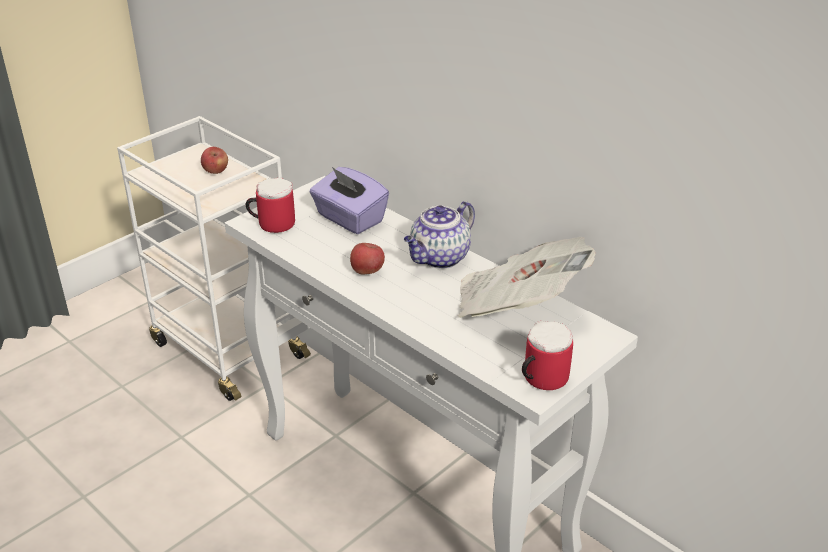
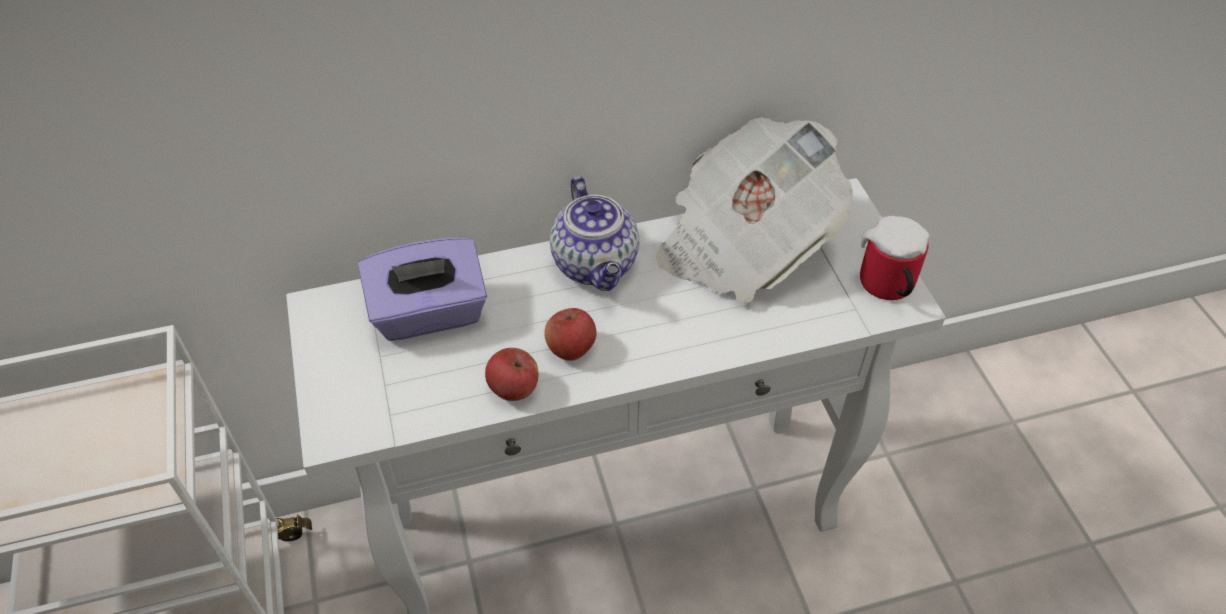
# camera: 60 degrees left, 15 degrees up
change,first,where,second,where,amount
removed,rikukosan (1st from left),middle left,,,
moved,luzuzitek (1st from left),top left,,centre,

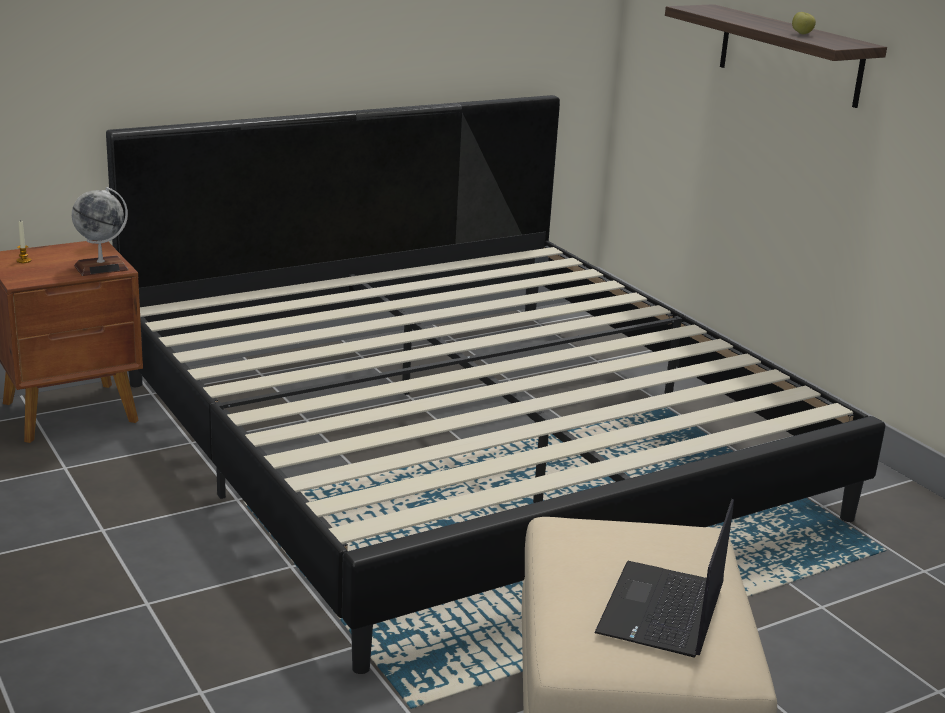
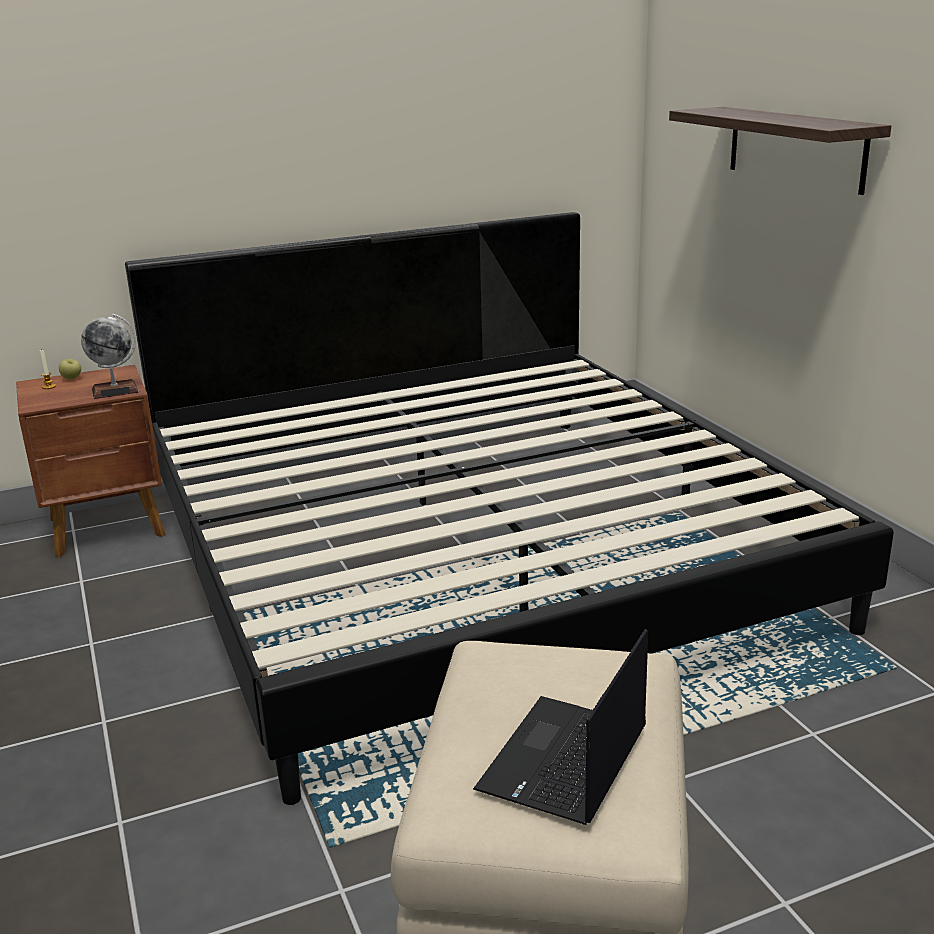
# camera: 10 degrees right, 0 degrees up
change,first,where,second,where,amount
moved,luzuzitek,top right,,middle left,

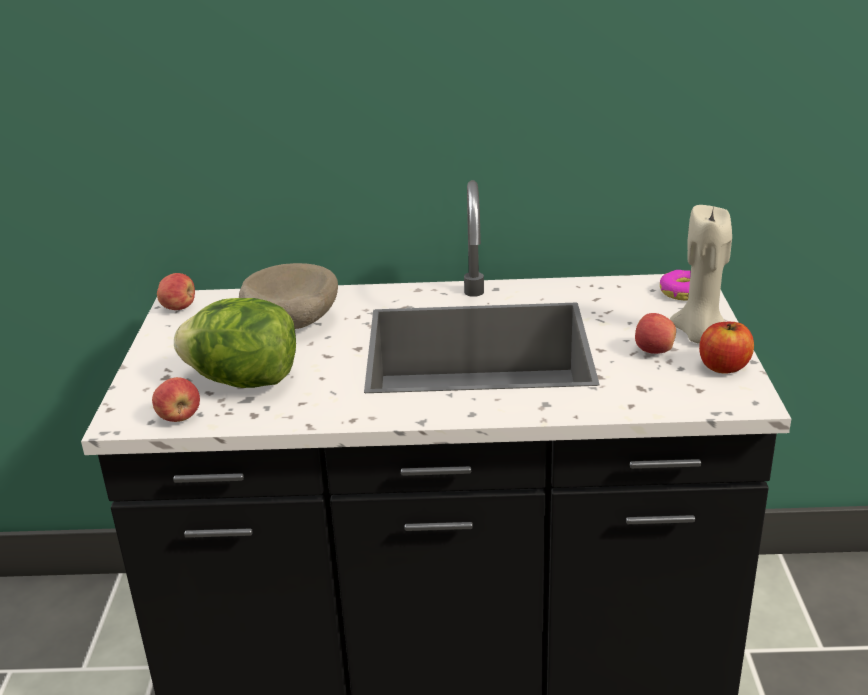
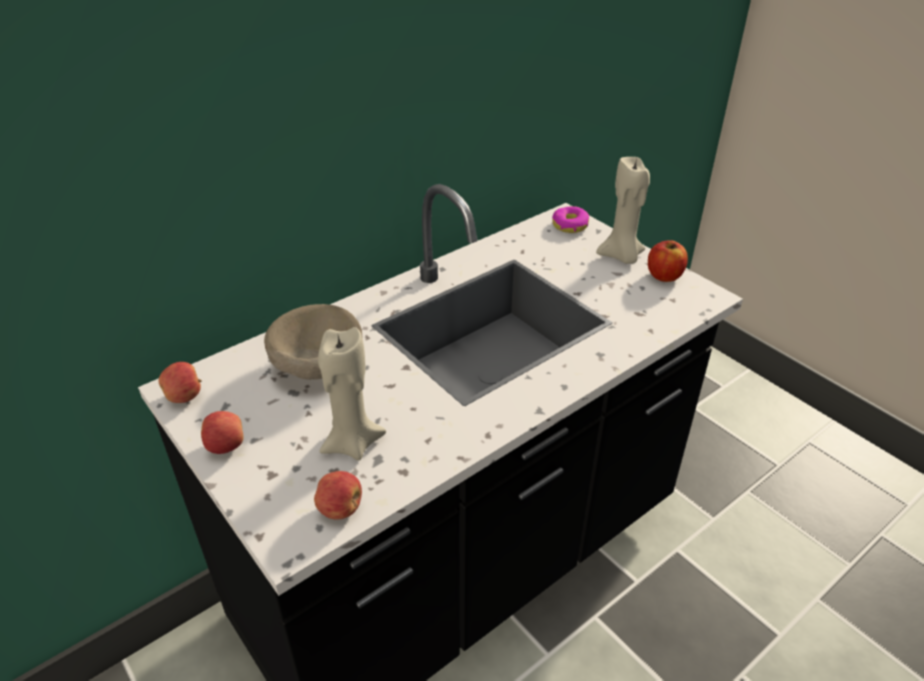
# camera: 40 degrees left, 10 degrees up
change,first,where,second,where,amount
moved,luzuzitek (3rd from left in the first image),middle right,luzuzitek (2nd from left),middle left,
replaced,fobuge,middle left,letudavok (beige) (1st from left),centre,

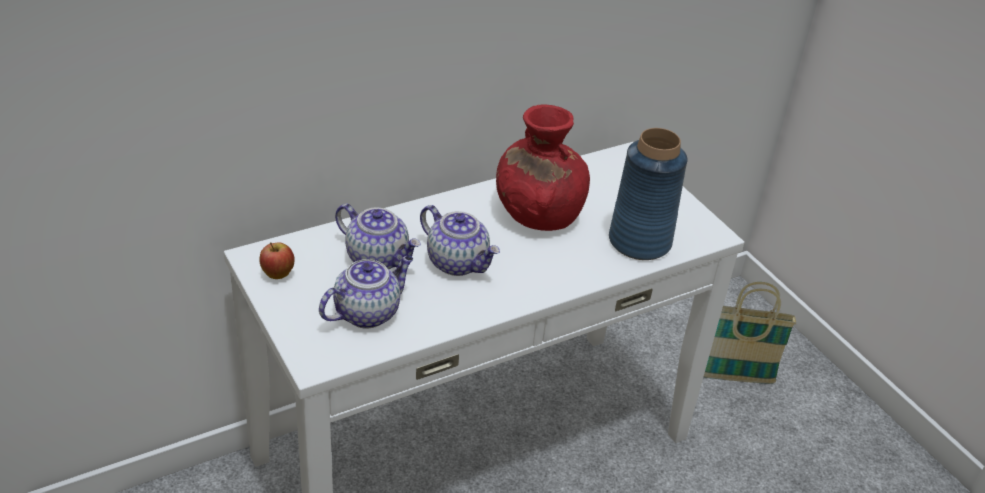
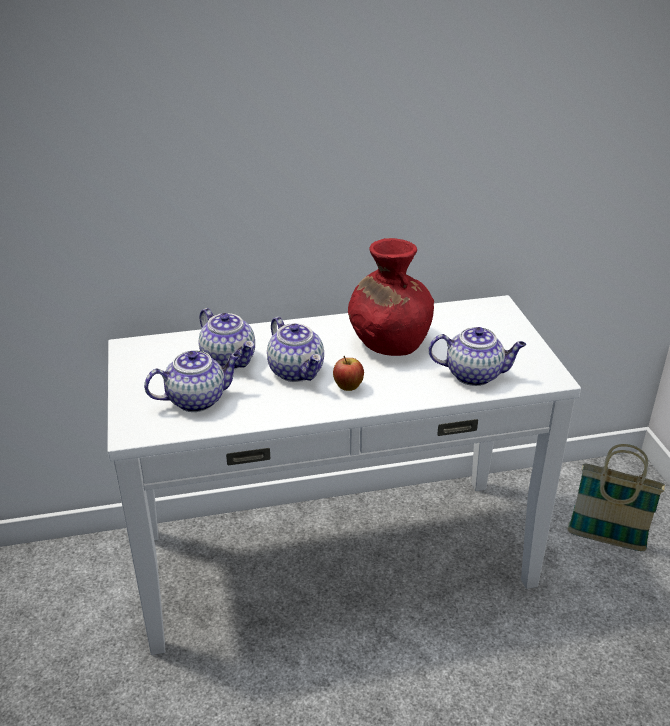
# camera: 20 degrees right, 5 degrees down
change,first,where,second,where,amount
moved,luzuzitek,middle left,,centre,
replaced,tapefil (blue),centre,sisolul (4th from left),middle right,

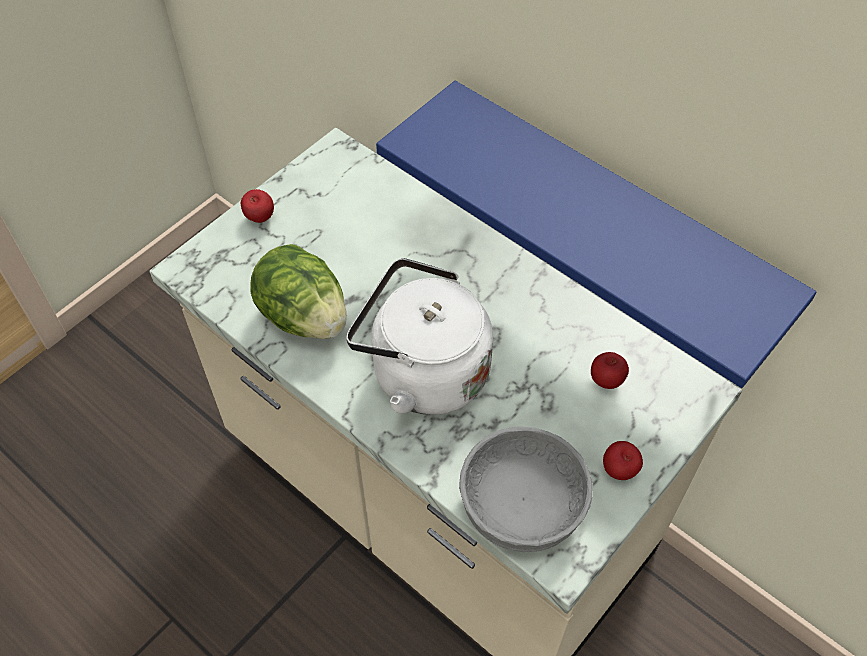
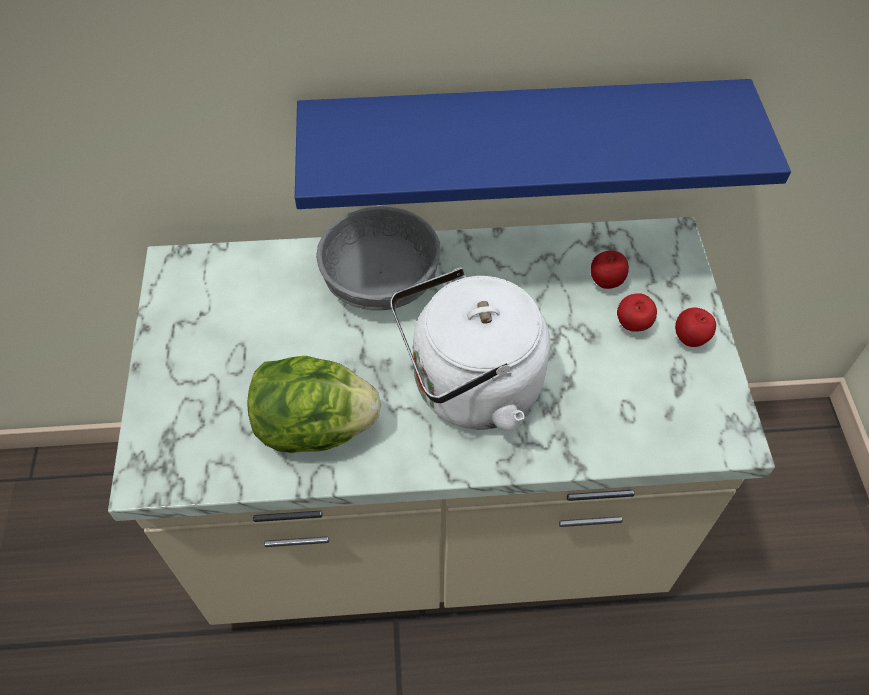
# camera: 45 degrees left, 0 degrees up
change,first,where,second,where,amount
moved,luzuzitek (1st from left in the first image),top left,luzuzitek (2nd from left),middle right,
moved,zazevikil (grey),bottom centre,,centre,

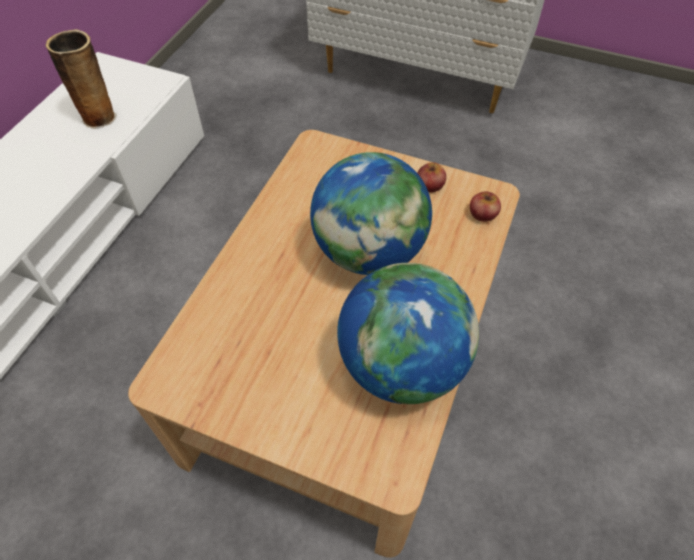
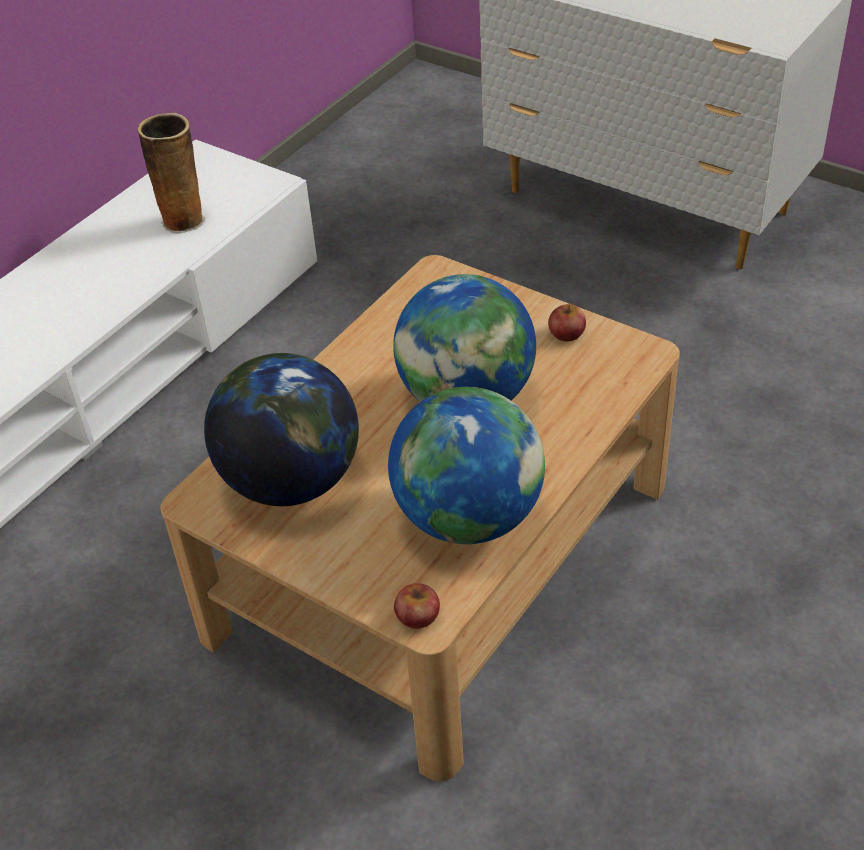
# camera: 15 degrees right, 10 degrees down
change,first,where,second,where,amount
added,,,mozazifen (1st from left),middle left,
moved,luzuzitek (2nd from left in the first image),middle right,luzuzitek (1st from left),bottom centre,

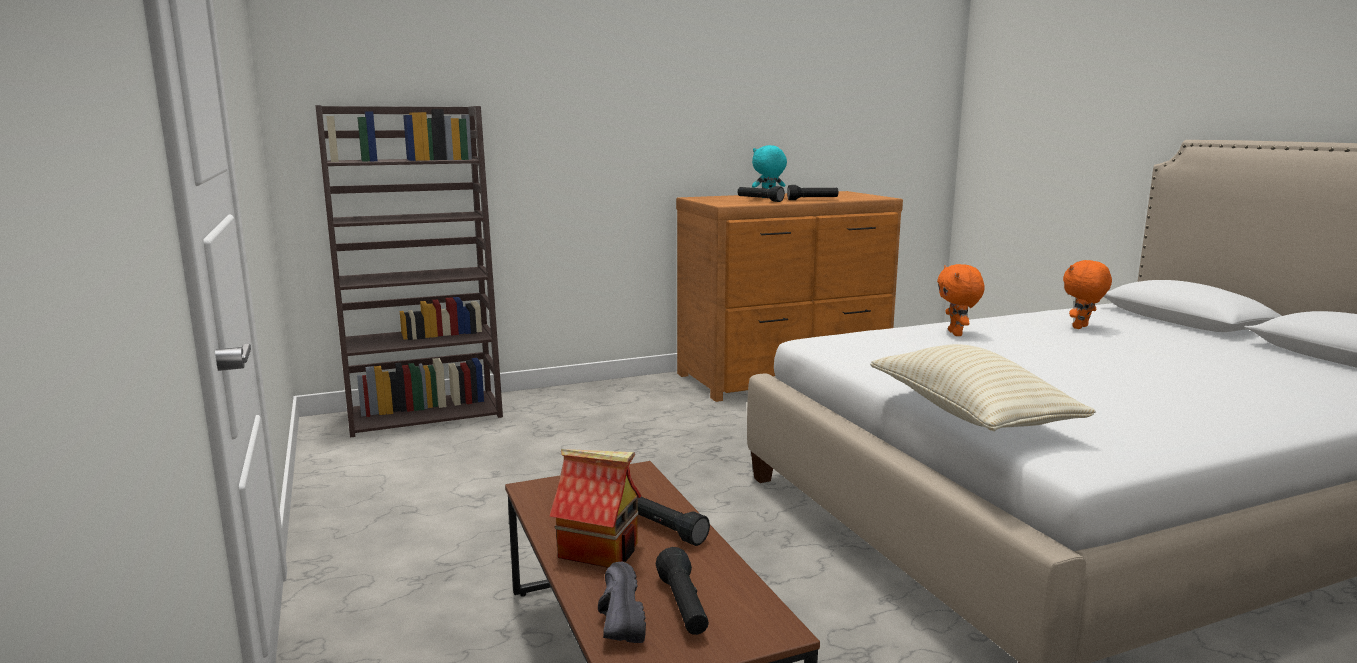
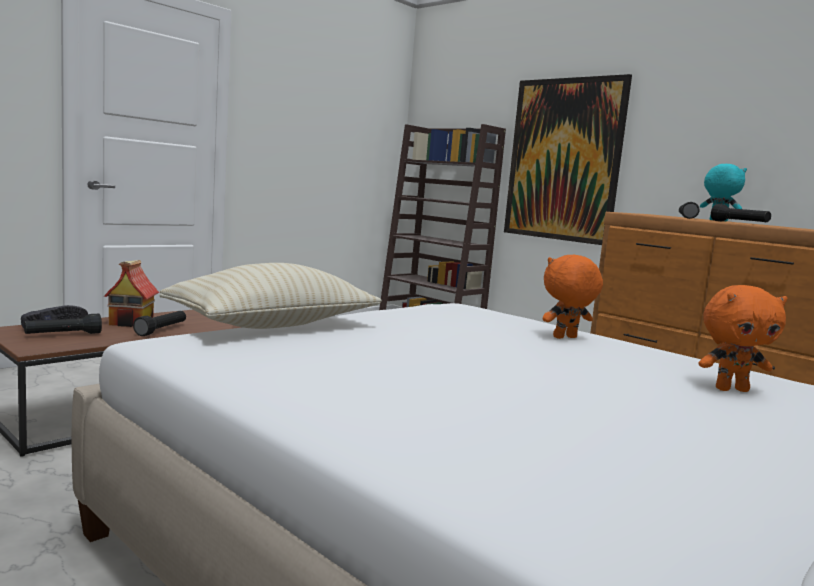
# camera: 65 degrees right, 5 degrees down
change,first,where,second,where,amount
added,,,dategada,top right,
turned,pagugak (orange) (2nd from left),middle right,,middle right,150 degrees clockwise

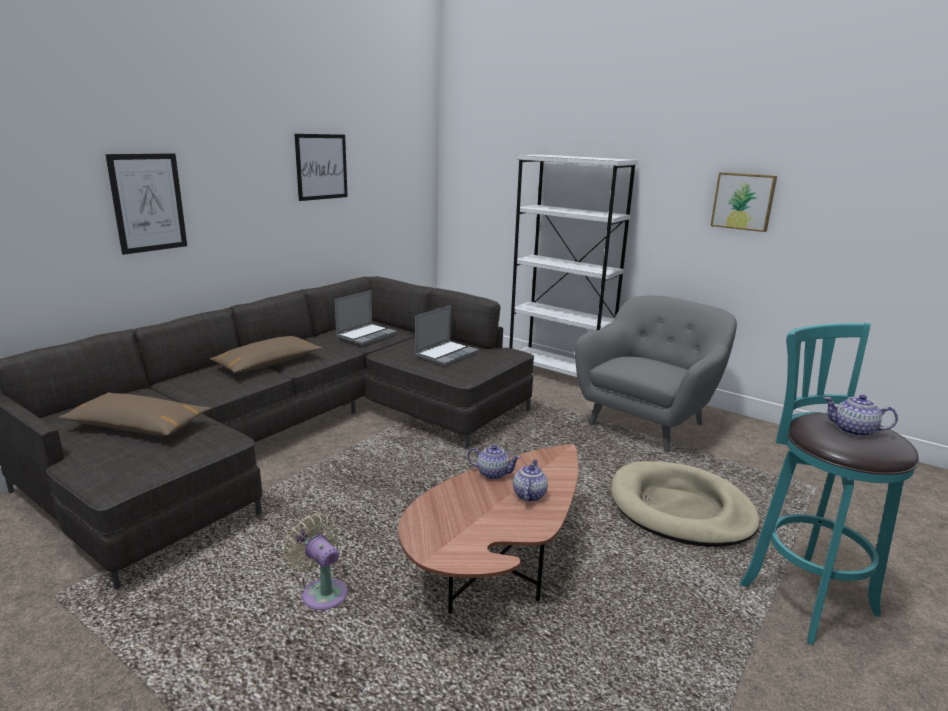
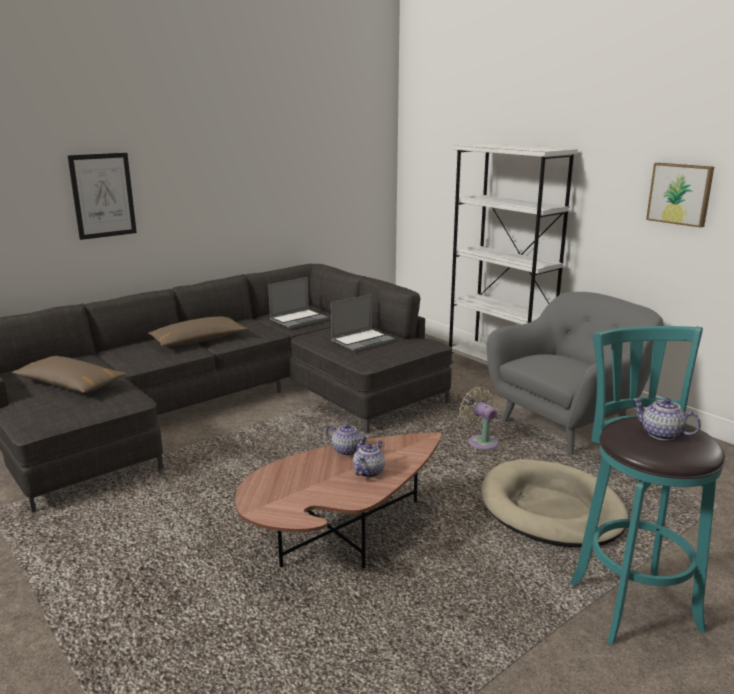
# camera: 15 degrees right, 0 degrees up
change,first,where,second,where,amount
removed,dategada (2nd from left),top centre,,,
moved,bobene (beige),bottom left,,centre,

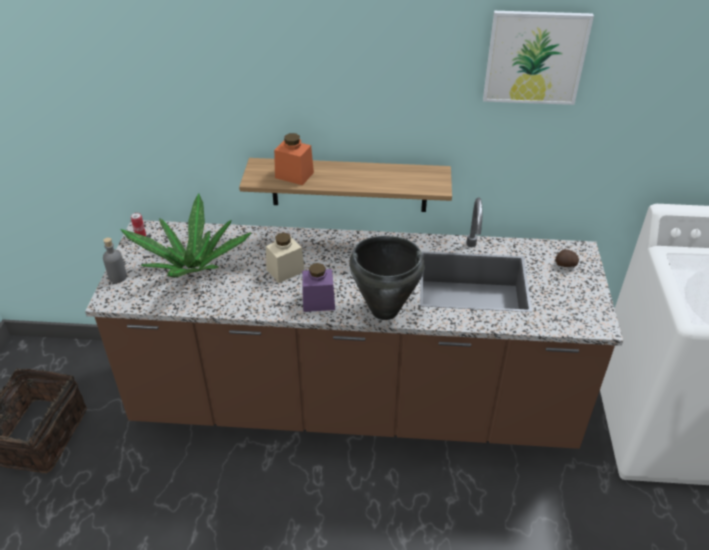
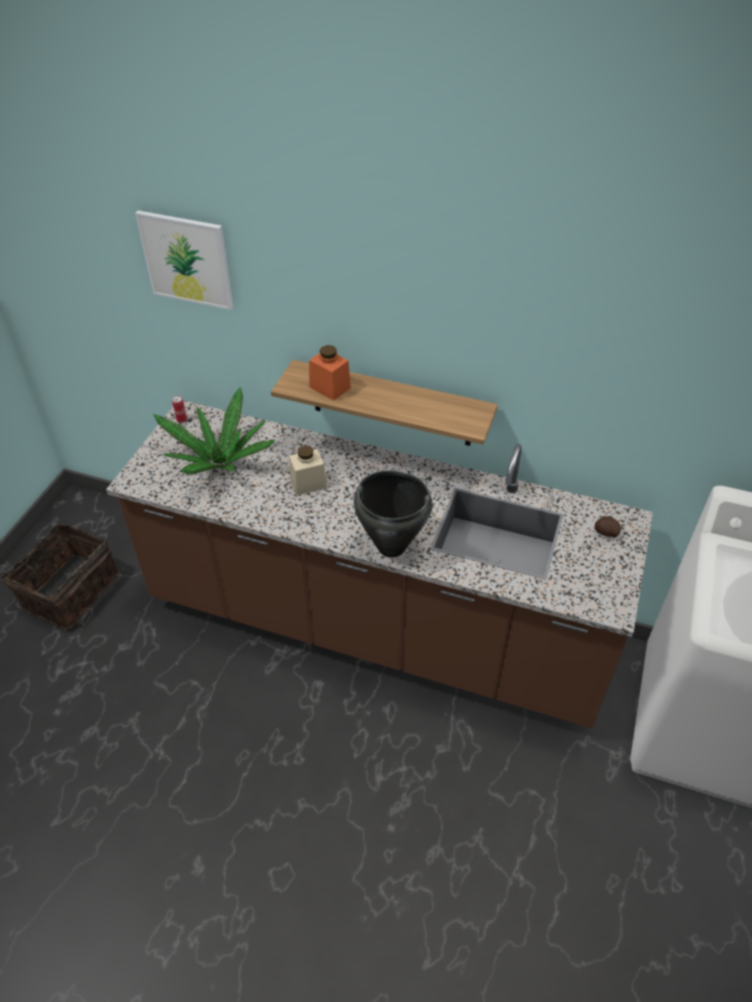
# camera: 15 degrees right, 5 degrees up
change,first,where,second,where,amount
removed,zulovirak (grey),middle left,,,
removed,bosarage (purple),centre,,,
moved,dategada,top right,,top left,

